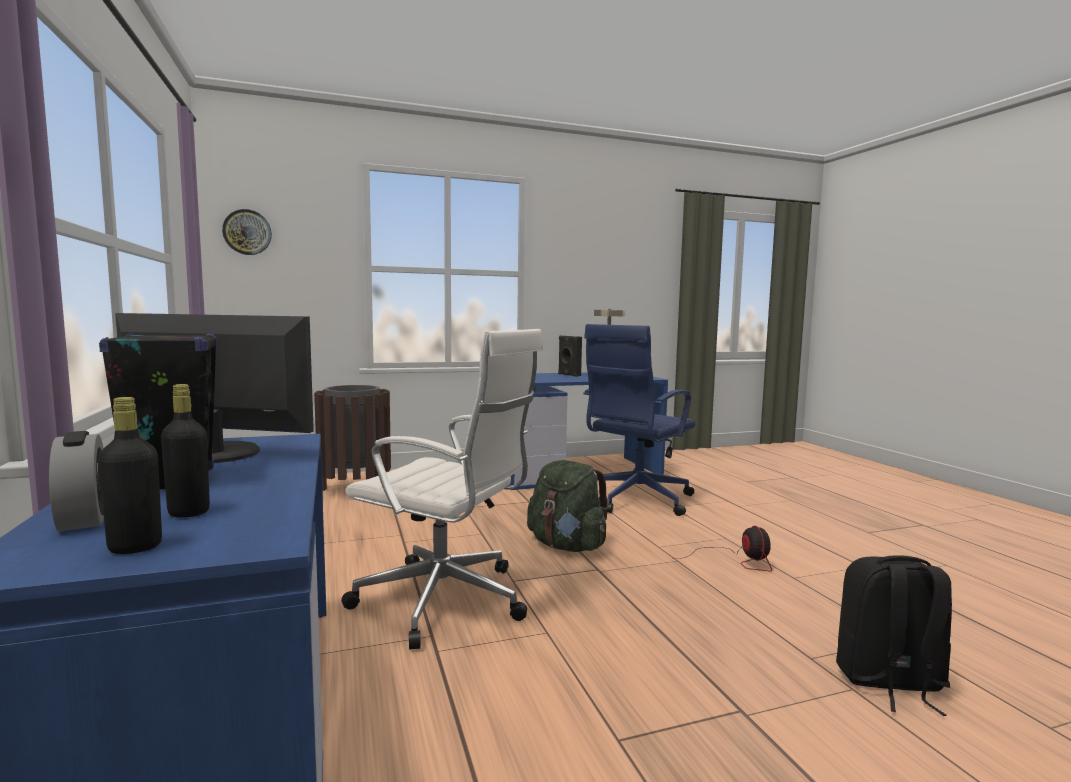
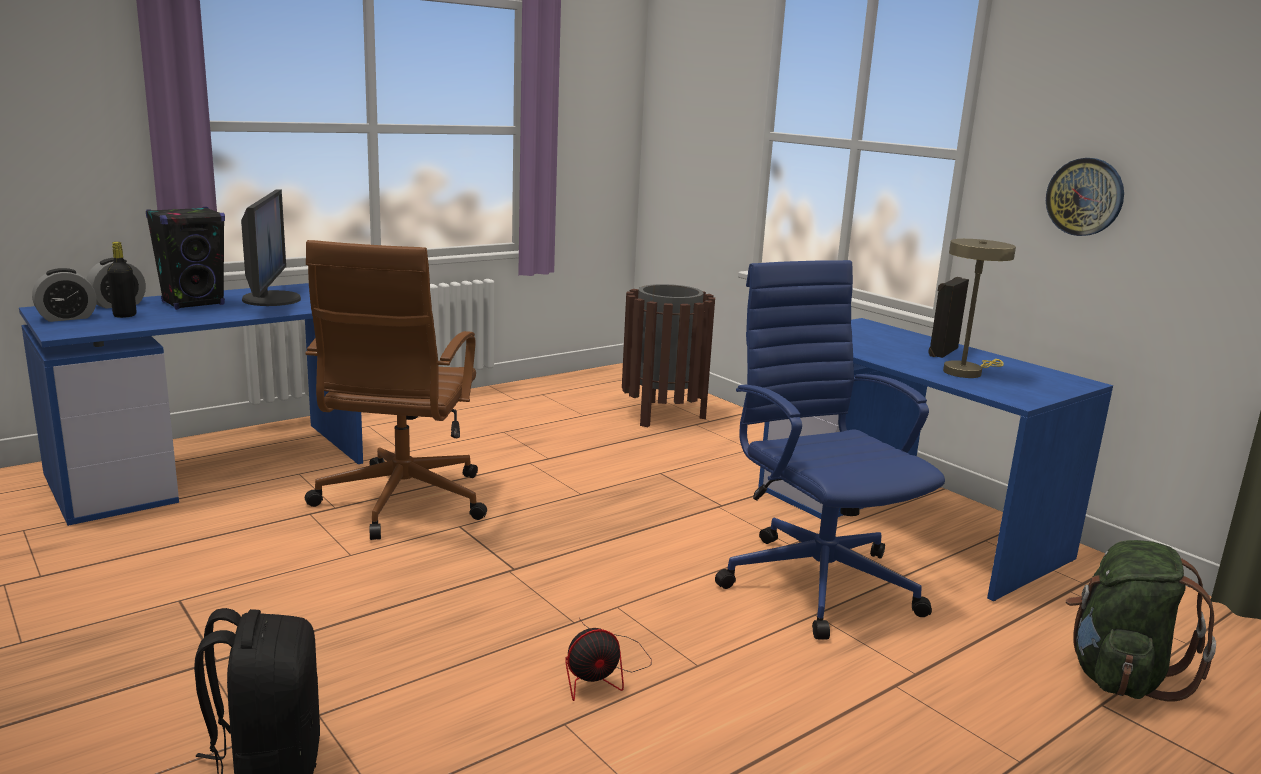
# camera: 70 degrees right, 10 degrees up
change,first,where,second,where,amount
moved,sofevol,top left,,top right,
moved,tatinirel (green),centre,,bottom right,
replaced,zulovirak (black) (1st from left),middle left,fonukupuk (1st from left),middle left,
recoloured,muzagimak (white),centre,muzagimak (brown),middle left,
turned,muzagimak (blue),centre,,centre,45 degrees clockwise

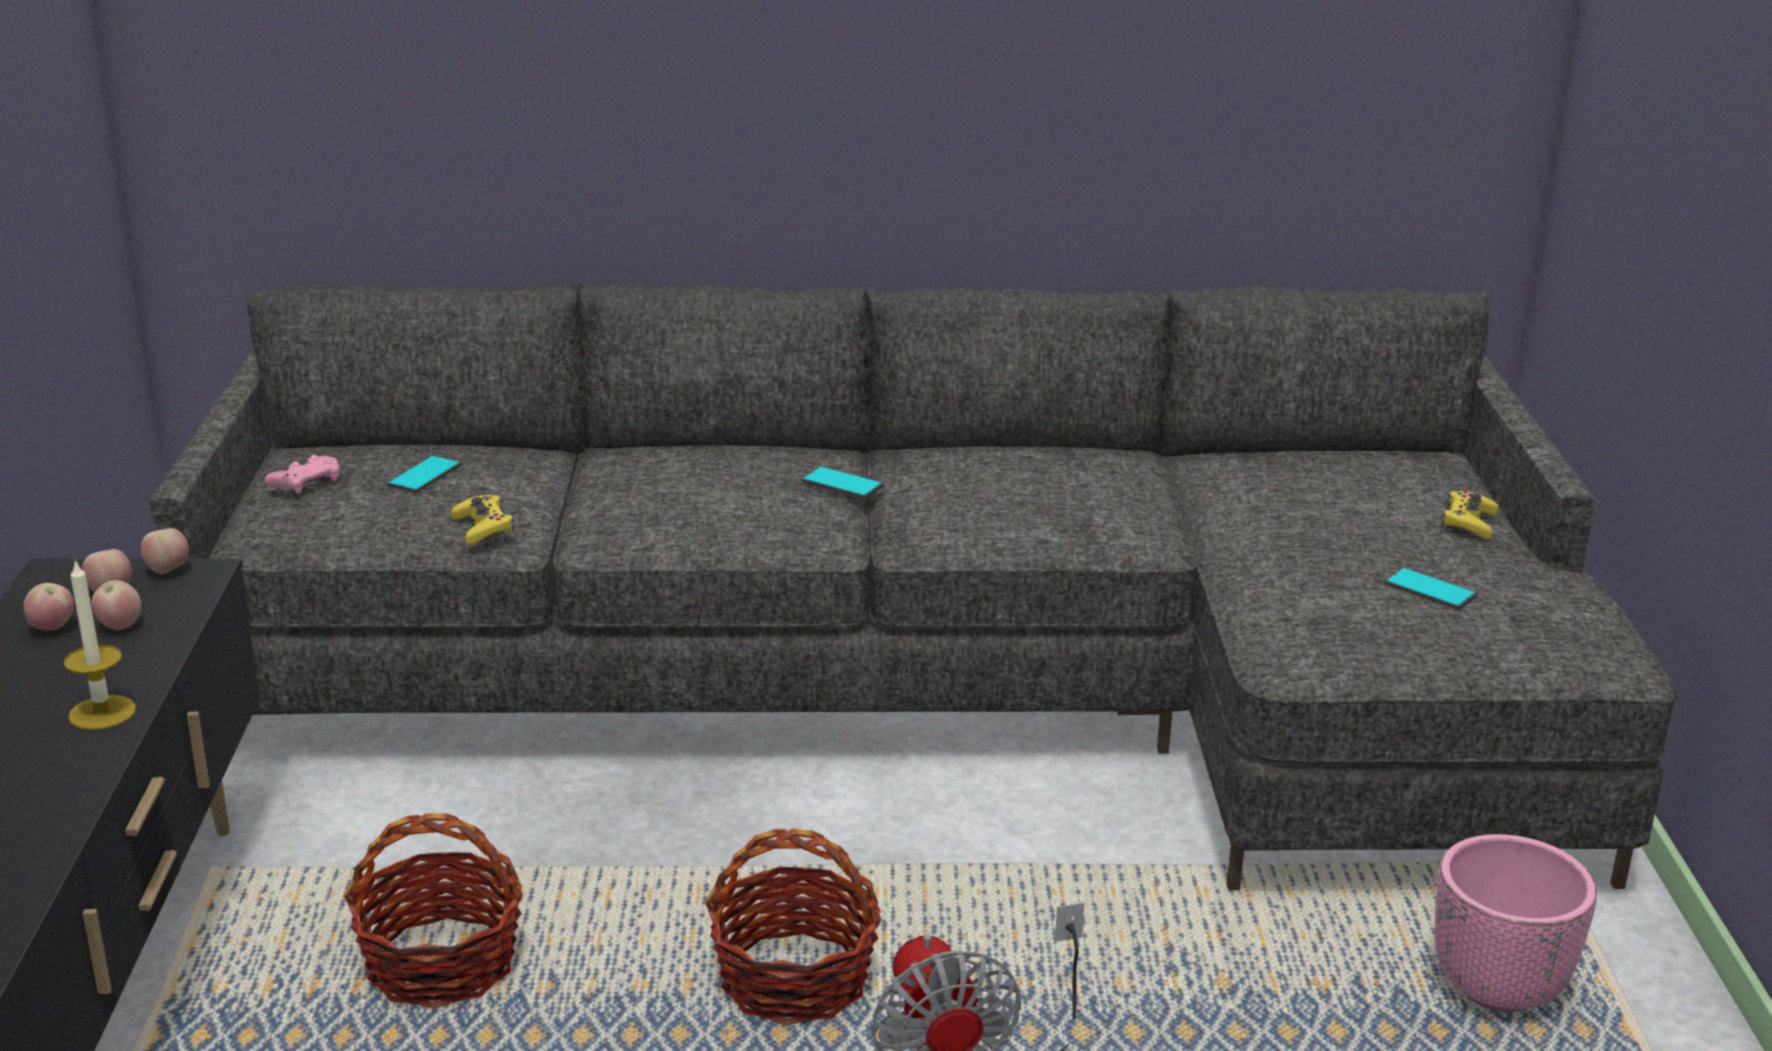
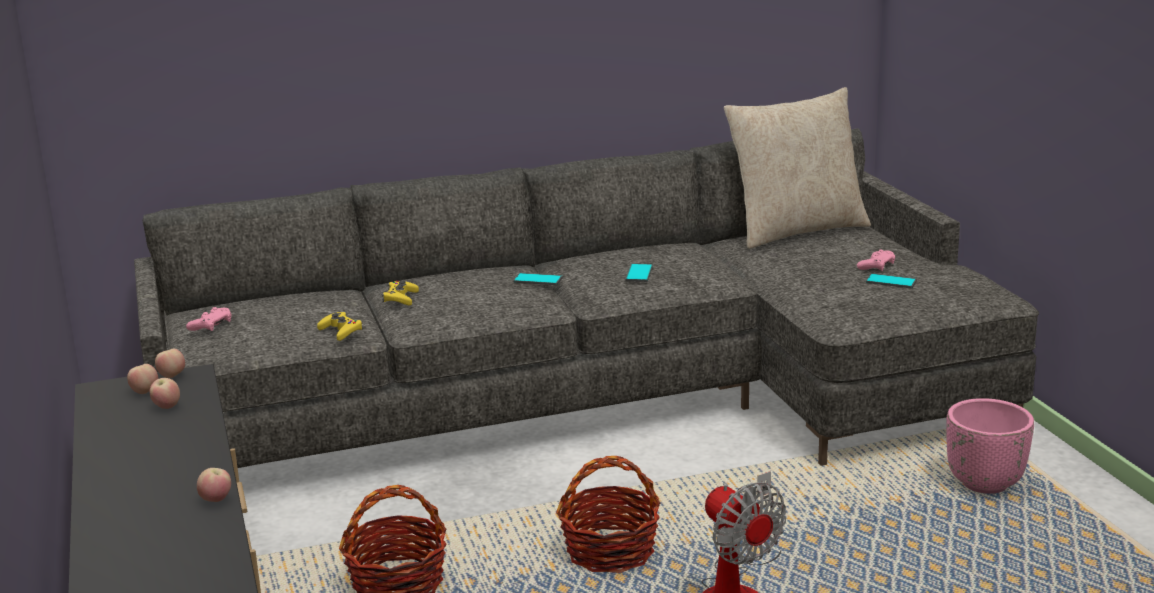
# camera: 15 degrees left, 5 degrees down
change,first,where,second,where,amount
removed,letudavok,middle left,,,
added,,,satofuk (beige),top right,
added,,,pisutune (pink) (2nd from left),middle right,
moved,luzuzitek (1st from left in the first image),middle left,luzuzitek (4th from left),bottom left,
moved,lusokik (1st from left in the first image),middle left,lusokik (2nd from left),centre,
moved,pisutune (yellow) (2nd from left),middle right,,centre,

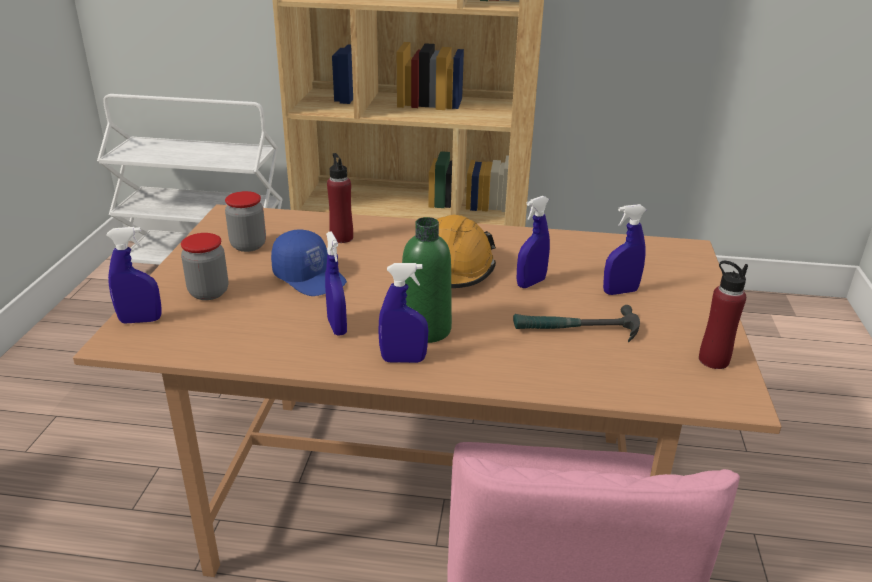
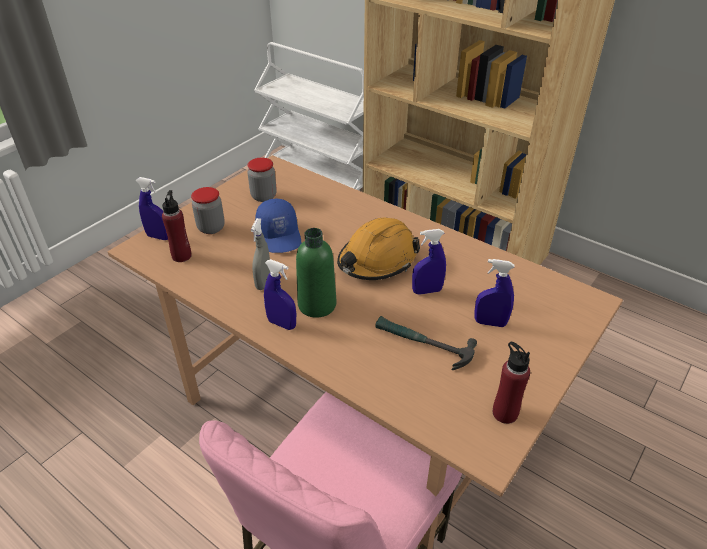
# camera: 30 degrees right, 10 degrees up
change,first,where,second,where,amount
moved,zulovirak (red) (1st from left),centre,,middle left,
recoloured,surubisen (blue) (2nd from left),centre,surubisen (grey),centre,

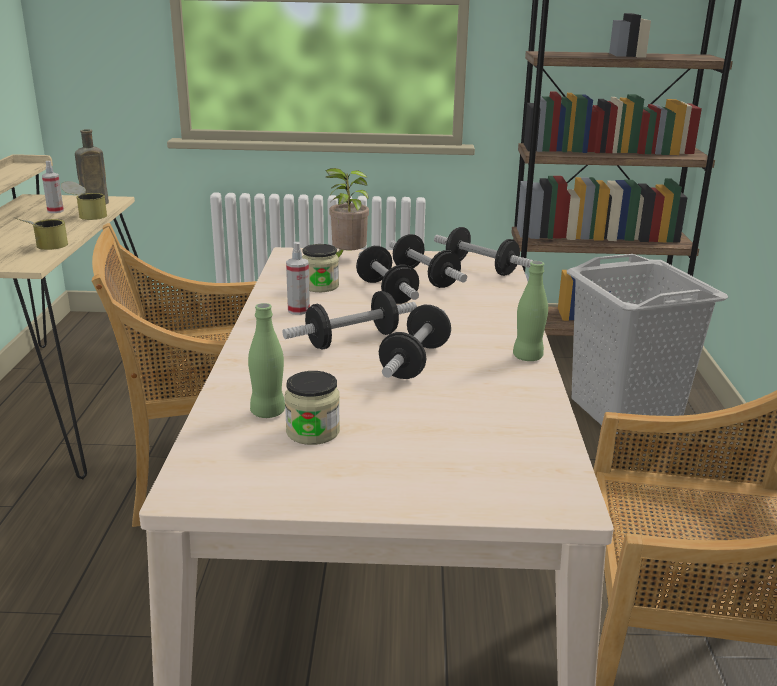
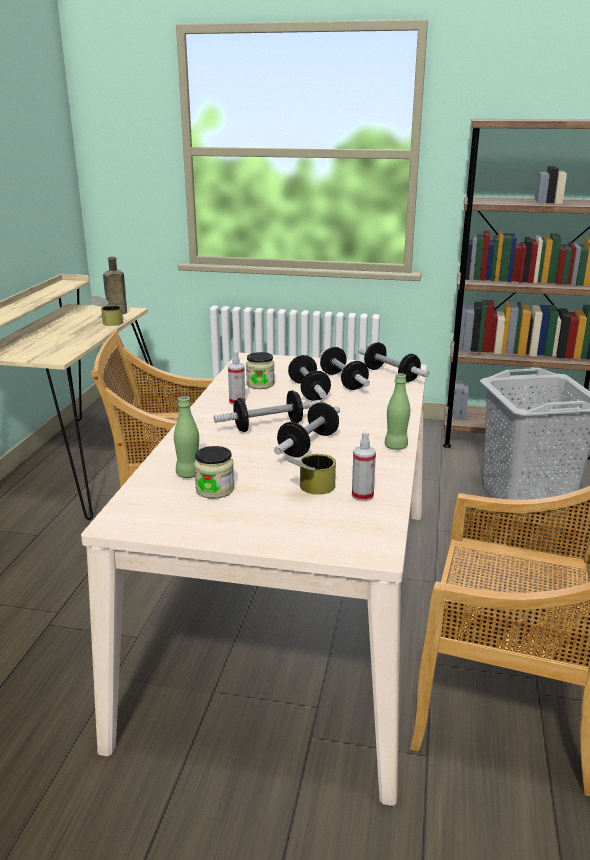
# camera: 10 degrees right, 0 degrees up
change,first,where,second,where,amount
removed,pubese,top centre,,,
moved,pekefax (1st from left in the first image),middle left,pekefax (2nd from left),centre,
moved,surubisen (1st from left in the first image),top left,surubisen (2nd from left),centre,

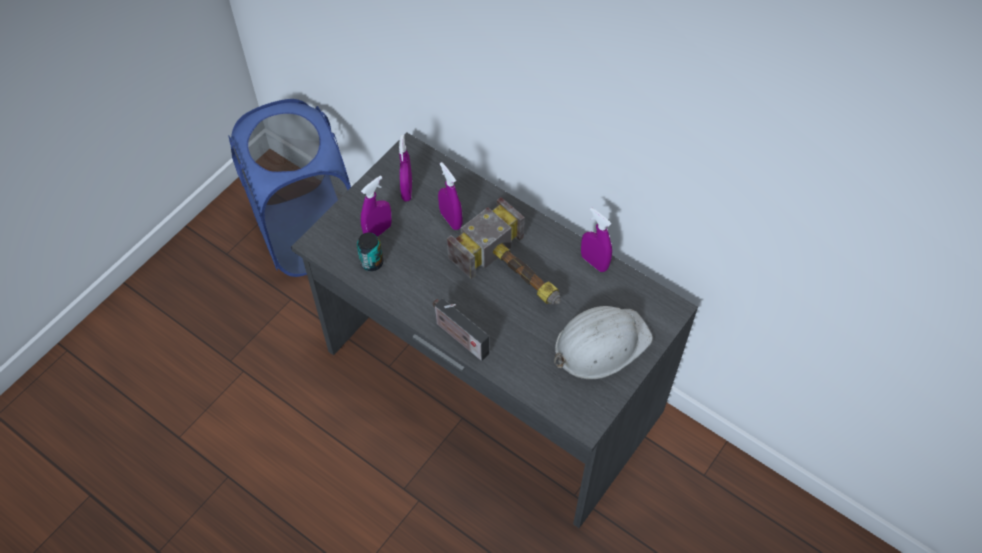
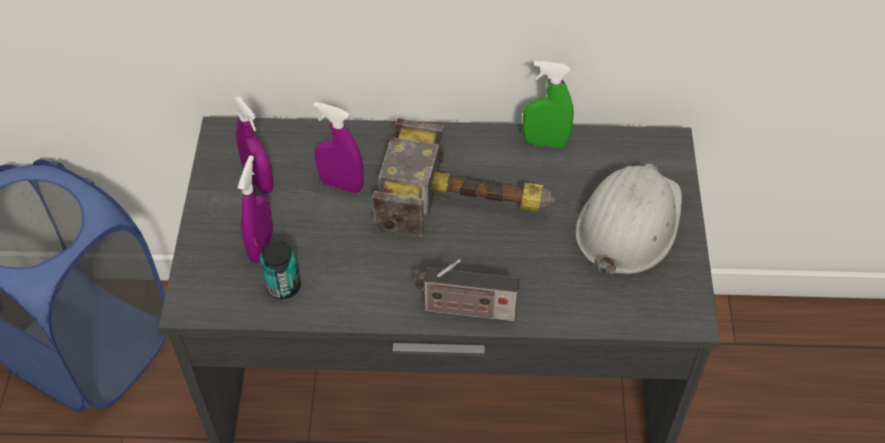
# camera: 35 degrees left, 5 degrees down
change,first,where,second,where,amount
recoloured,surubisen (purple) (4th from left),centre,surubisen (green),top centre,

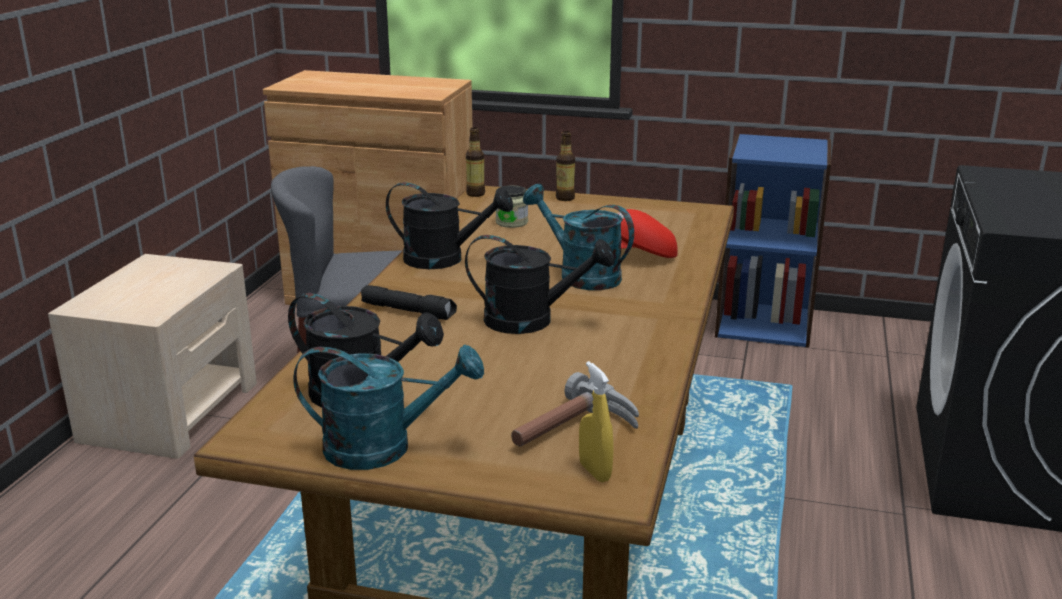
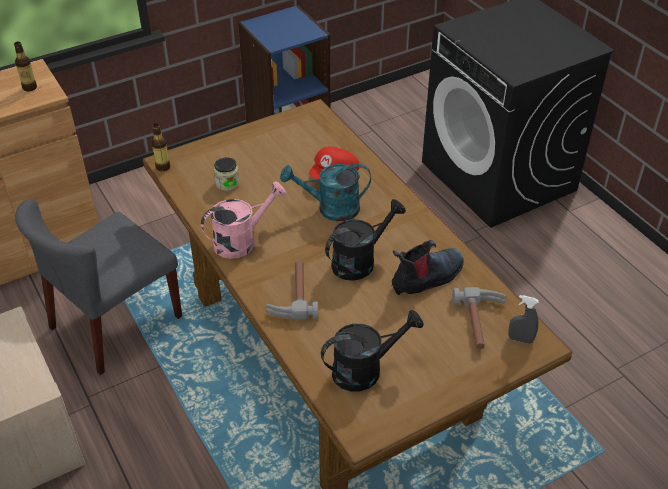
# camera: 45 degrees left, 20 degrees up
change,first,where,second,where,amount
removed,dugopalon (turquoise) (1st from left),bottom centre,,,
added,,,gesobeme,centre,
moved,zulovirak (2nd from left in the first image),top centre,zulovirak (1st from left),top left,
replaced,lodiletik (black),centre,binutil (1st from left),centre,
recoloured,dugopalon (black) (2nd from left),centre,dugopalon (pink),centre,
recoloured,surubisen (yellow),bottom centre,surubisen (grey),middle right,

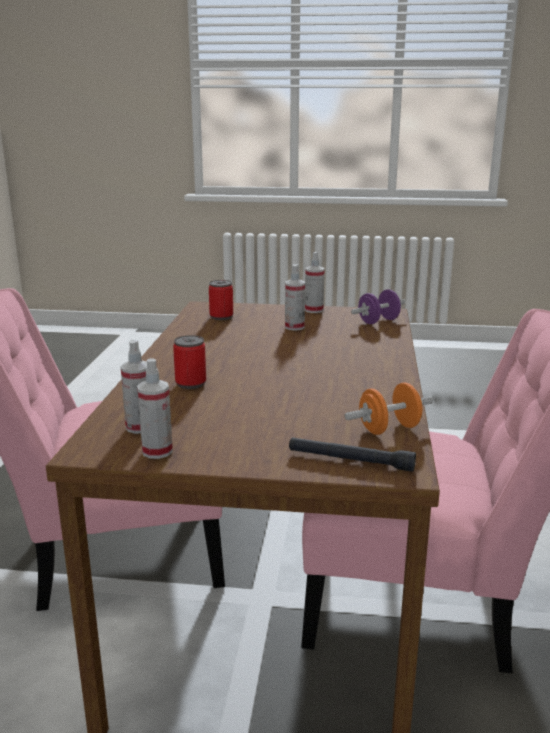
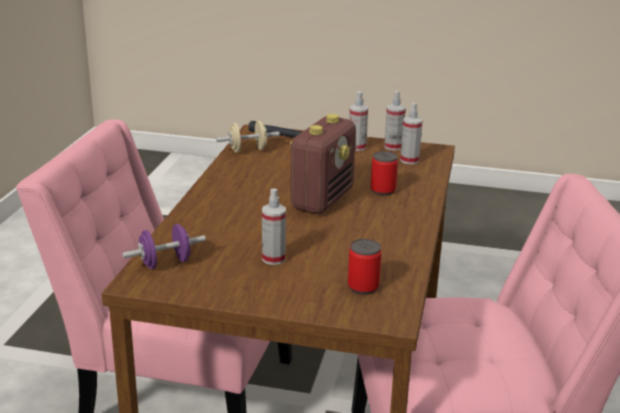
# camera: 175 degrees left, 5 degrees up
change,first,where,second,where,amount
added,,,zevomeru,centre,
moved,surubisen (4th from left in the first image),centre,surubisen (2nd from left),top centre,
recoloured,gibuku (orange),middle right,gibuku (beige),top centre,

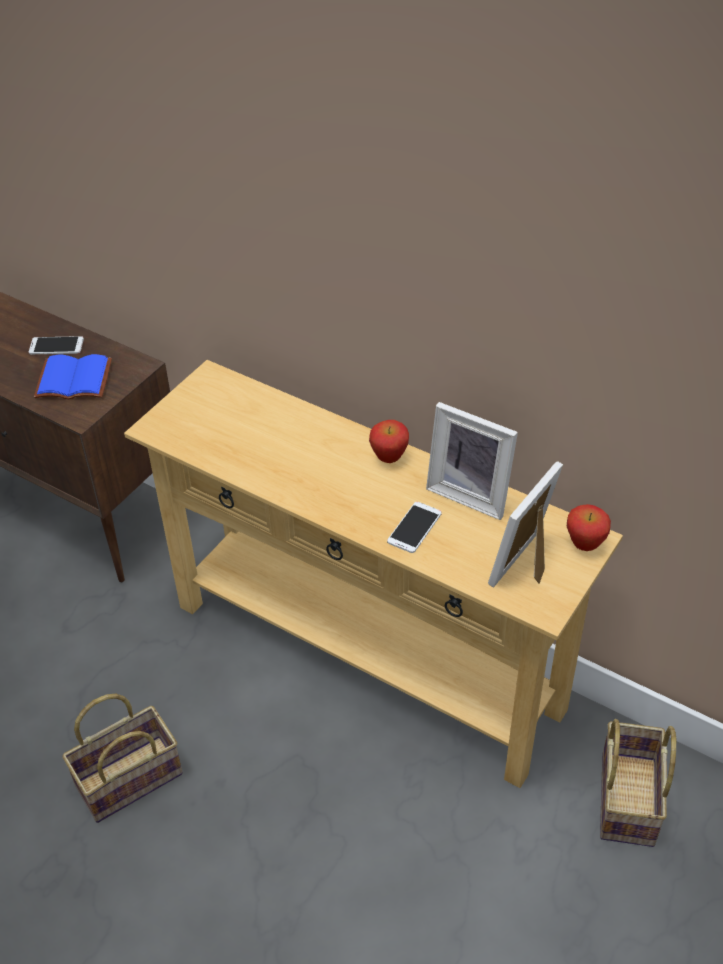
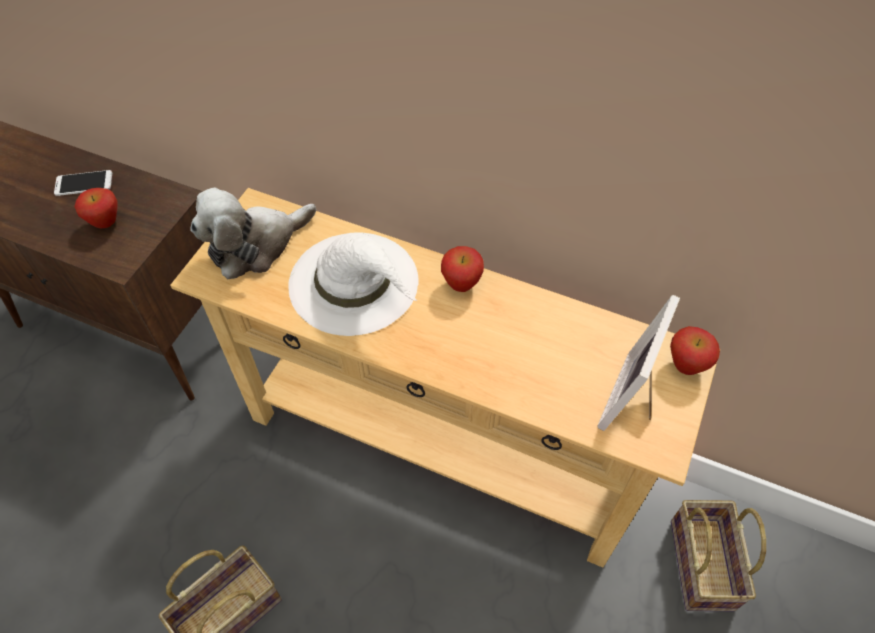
# camera: 10 degrees left, 10 degrees up
change,first,where,second,where,amount
removed,lusokik (2nd from left),centre,,,
removed,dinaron (1st from left),centre,,,
added,,,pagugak,middle left,
added,,,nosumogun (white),centre,
replaced,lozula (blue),middle left,luzuzitek (1st from left),top left,

